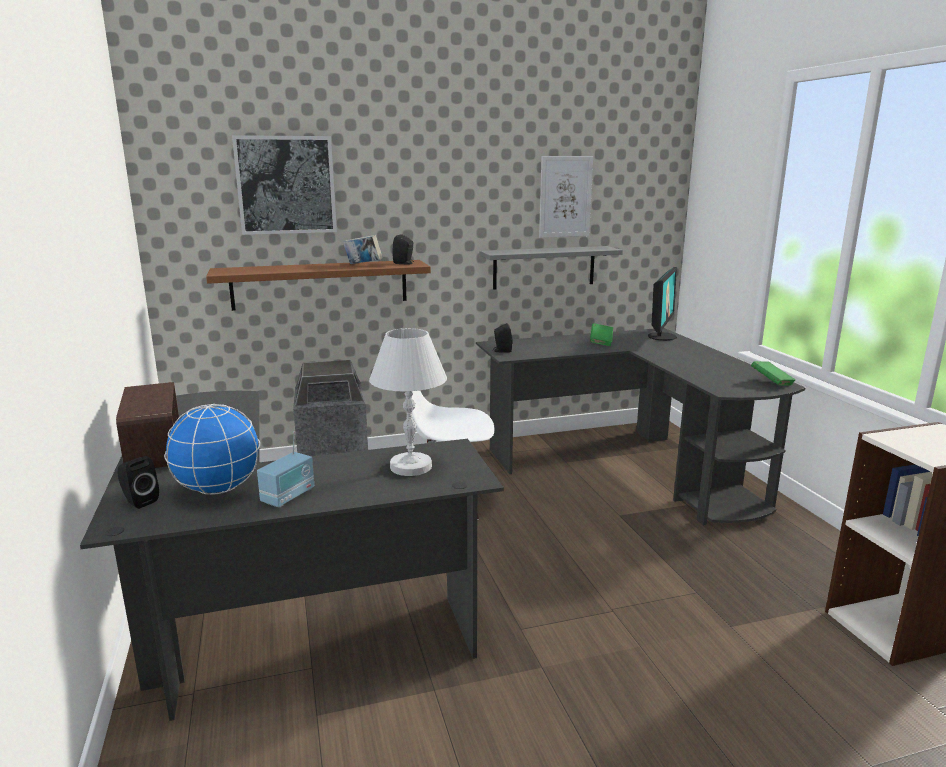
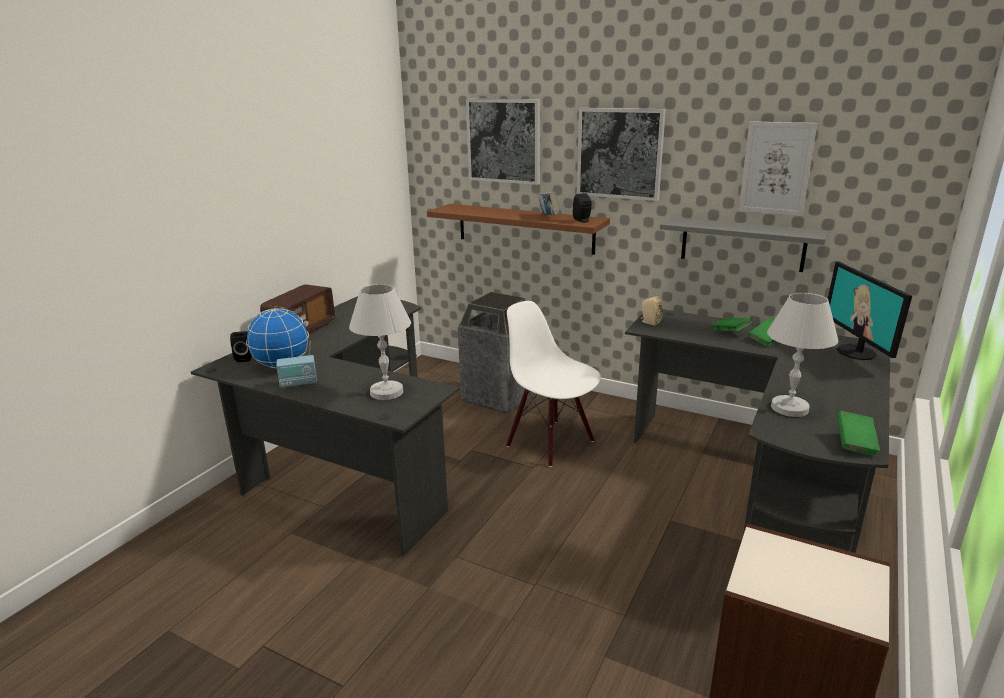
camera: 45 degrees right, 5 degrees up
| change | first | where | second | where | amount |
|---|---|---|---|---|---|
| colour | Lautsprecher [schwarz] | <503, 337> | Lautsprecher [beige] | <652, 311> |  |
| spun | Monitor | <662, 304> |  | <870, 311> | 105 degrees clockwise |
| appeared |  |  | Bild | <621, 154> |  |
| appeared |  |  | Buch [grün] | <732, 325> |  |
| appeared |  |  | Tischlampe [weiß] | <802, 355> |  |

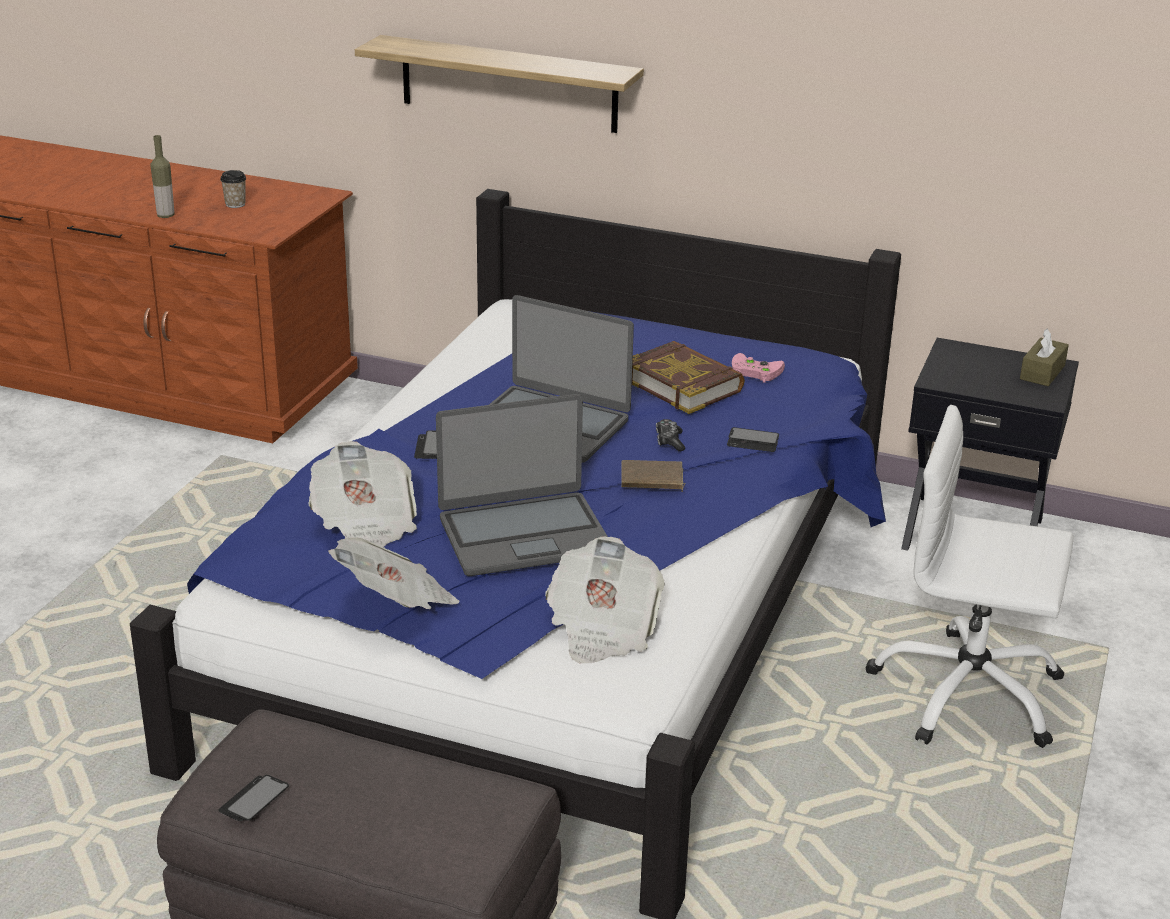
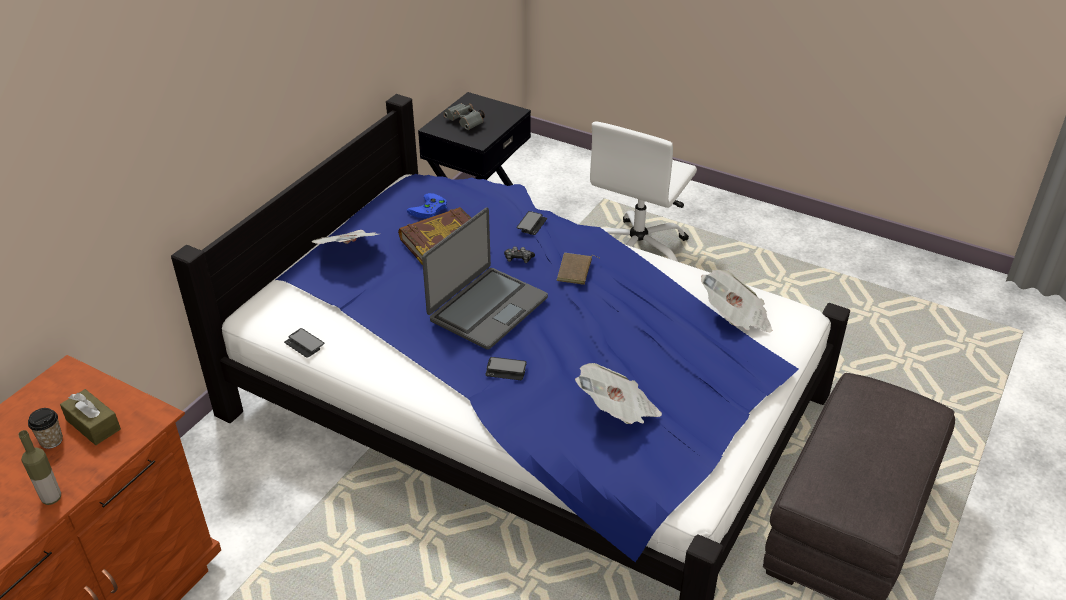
camera: 80 degrees left, 10 degrees up
| change | first | where | second | where | amount |
|---|---|---|---|---|---|
| relocated | Handy | <254, 798> |  | <304, 343> |  |
| relocated | Zeitung | <393, 573> |  | <344, 237> |  |
| missing | Wandregal | <499, 84> |  |  |  |
| missing | Laptop | <522, 485> |  |  |  |
| colour | Gamepad [rosa] | <758, 368> | Gamepad [blau] | <427, 206> |  |
| relocated | Taschentuchbox [braun] | <1044, 357> |  | <90, 417> |  |
| appeared |  |  | Fernglas [grau] | <464, 116> |  |

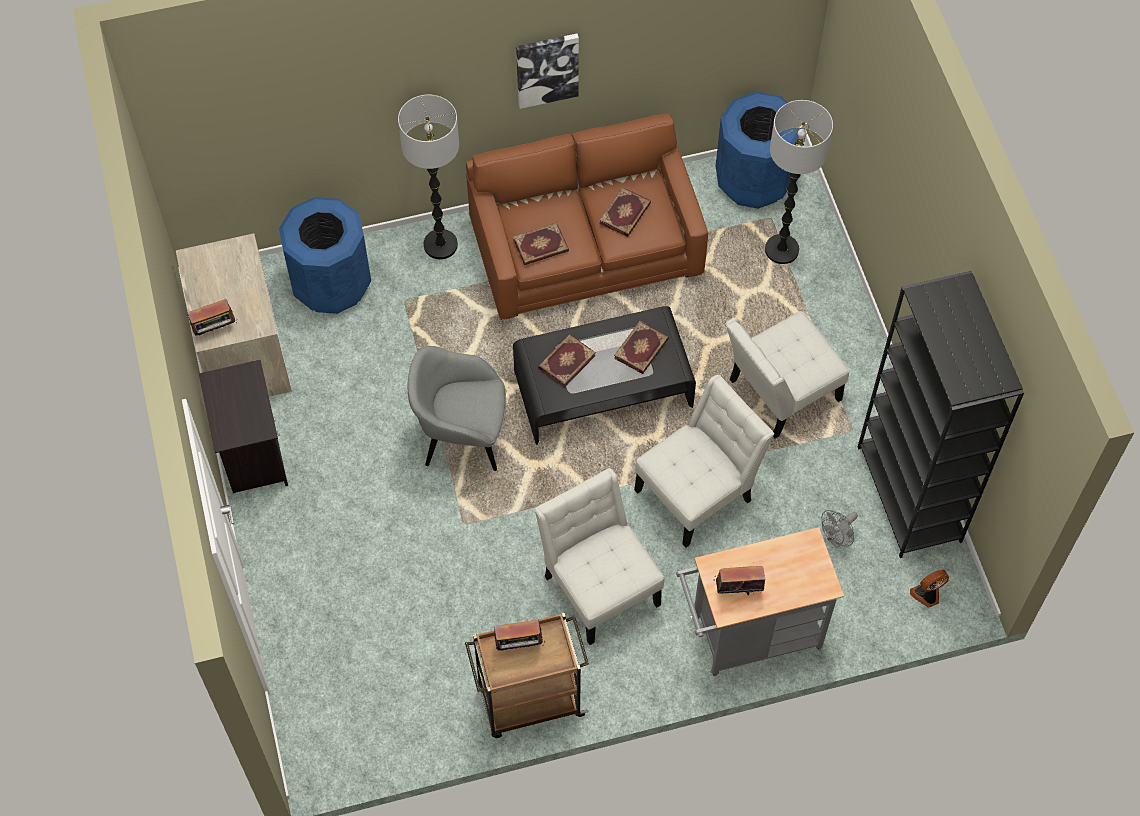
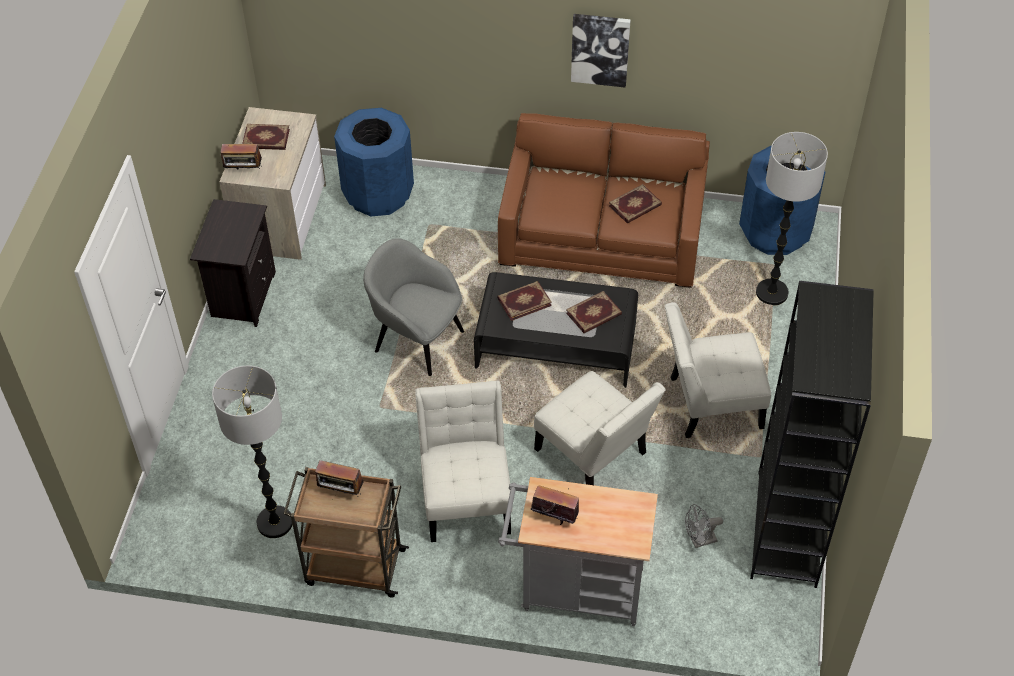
camera: 25 degrees right, 10 degrees down
| change | first | where | second | where | amount |
|---|---|---|---|---|---|
| relocated | Stehlampe | <428, 177> |  | <252, 452> |  |
| relocated | Buch | <541, 243> |  | <266, 137> |  |
| spun | Stuhl [weiß] | <704, 461> |  | <600, 428> | 60 degrees clockwise |
| missing | Ventilator | <929, 589> |  |  |  |

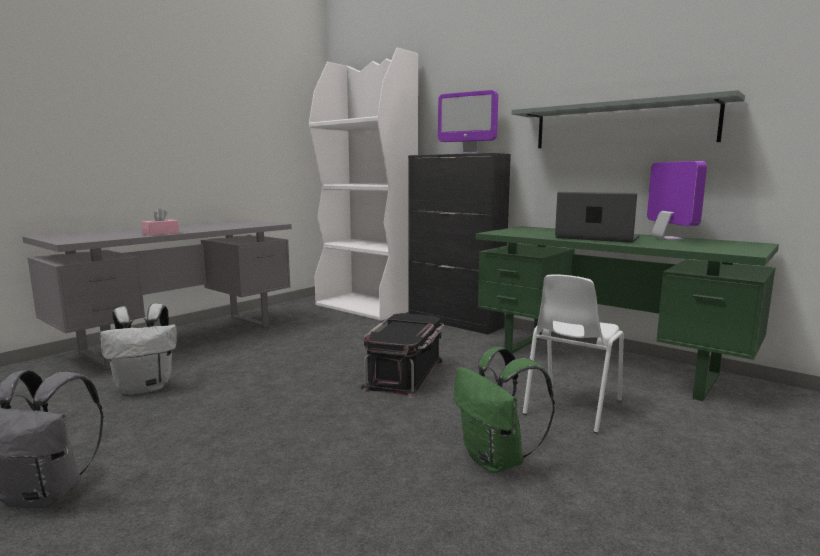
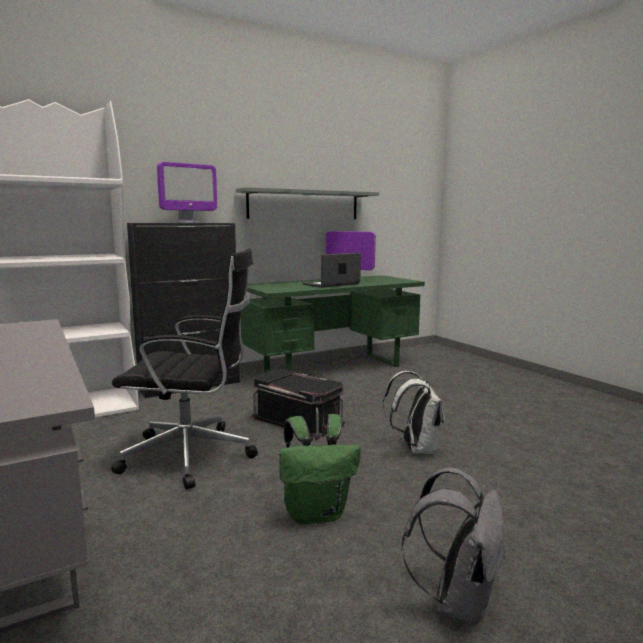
camera: 70 degrees left, 0 degrees up
| change | first | where | second | where | amount |
|---|---|---|---|---|---|
| relocated | Rucksack [weiß] | <138, 349> |  | <413, 412> |  |
| missing | Taschentuchbox [rosa] | <160, 222> |  |  |  |
| relocated | Rucksack [grün] | <504, 410> |  | <320, 469> |  |
| missing | Stuhl [weiß] | <573, 354> |  |  |  |
| appeared |  |  | Bürostuhl [schwarz] | <184, 369> |  |

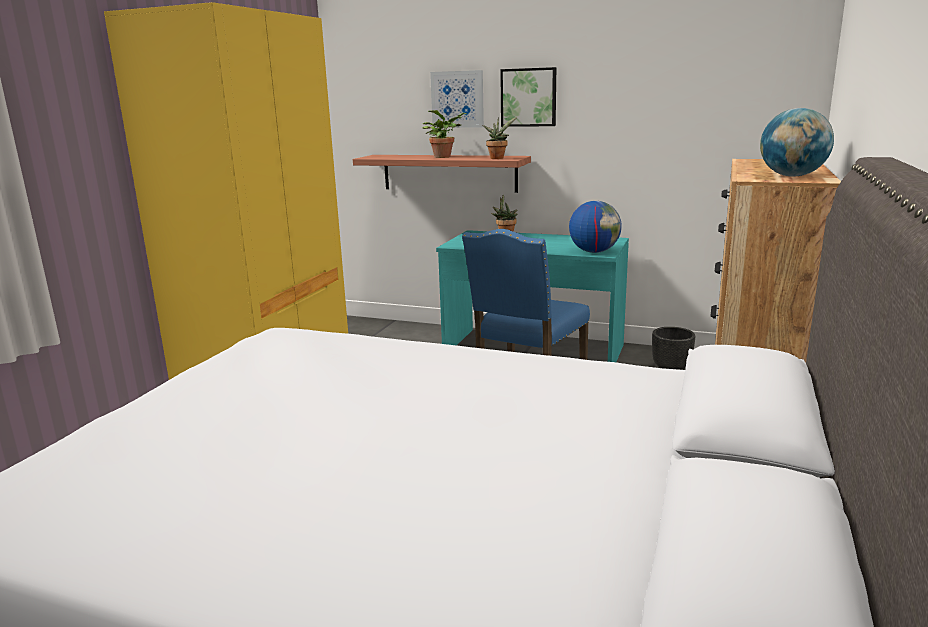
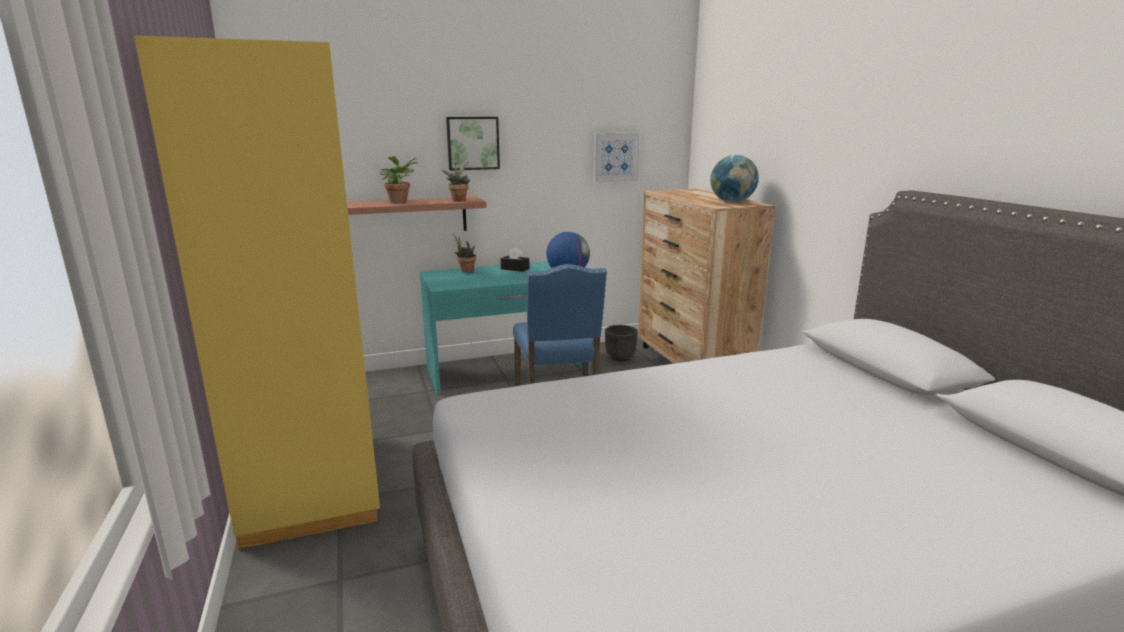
camera: 40 degrees left, 0 degrees up
| change | first | where | second | where | amount |
|---|---|---|---|---|---|
| relocated | Bild | <457, 99> |  | <617, 158> |  |
| appeared |  |  | Taschentuchbox [schwarz] | <515, 259> |  |

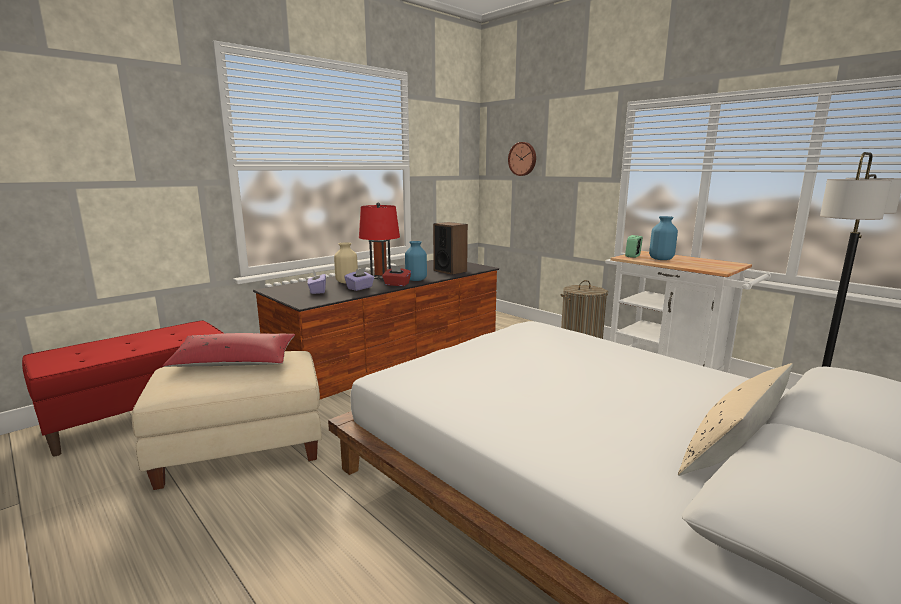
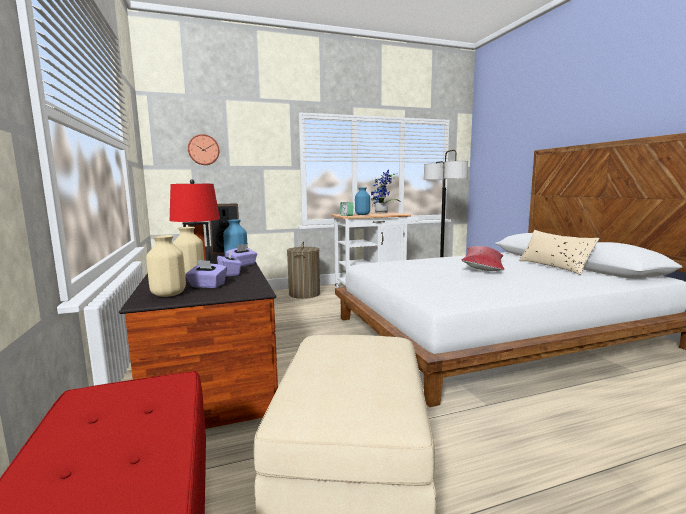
camera: 65 degrees left, 5 degrees down
| change | first | where | second | where | amount |
|---|---|---|---|---|---|
| relocated | Kissen [rot] | <229, 350> |  | <483, 258> |  |
| colour | Taschentuchbox [rot] | <396, 275> | Taschentuchbox [lila] | <241, 255> |  |
| appeared |  |  | Vase [beige] | <166, 266> |  |
| appeared |  |  | Topfpflanze | <386, 191> |  |

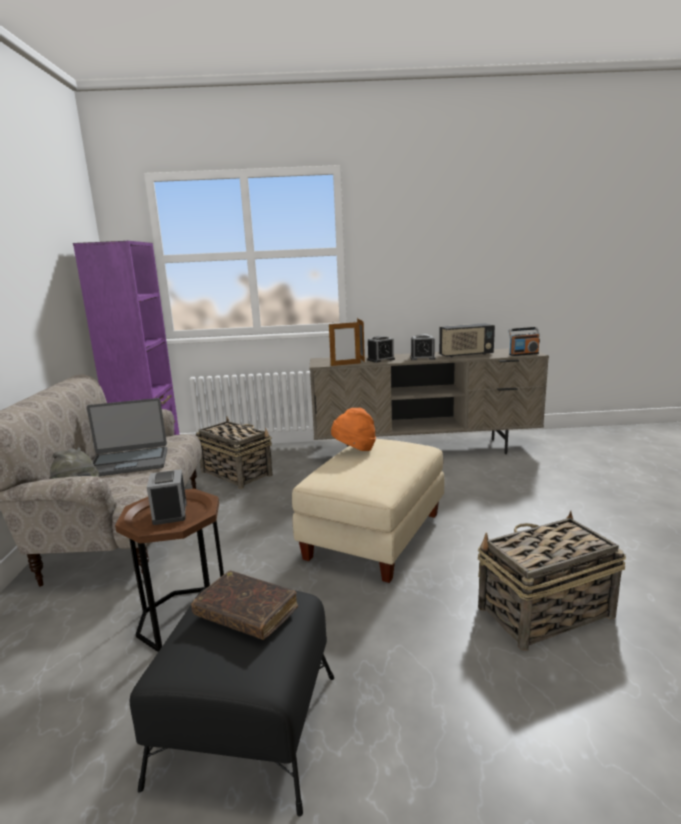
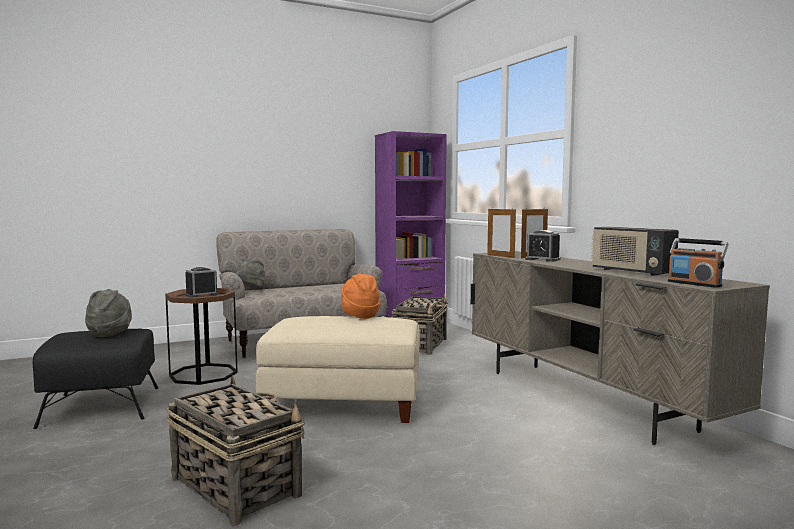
camera: 65 degrees right, 10 degrees down
| change | first | where | second | where | amount |
|---|---|---|---|---|---|
| missing | Laptop | <127, 437> |  |  |  |
| exchanged | Buch [braun] | <244, 605> | Hut [grau] | <108, 313> |  |
| missing | Wecker | <422, 347> |  |  |  |

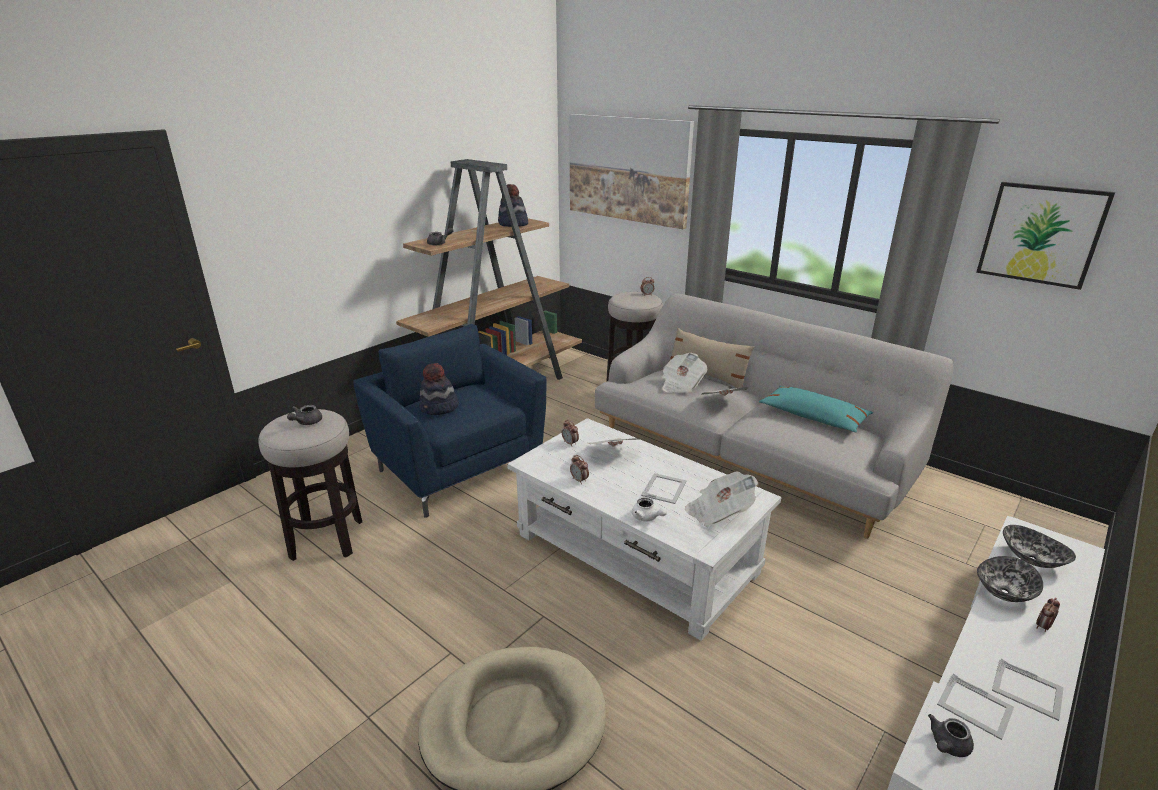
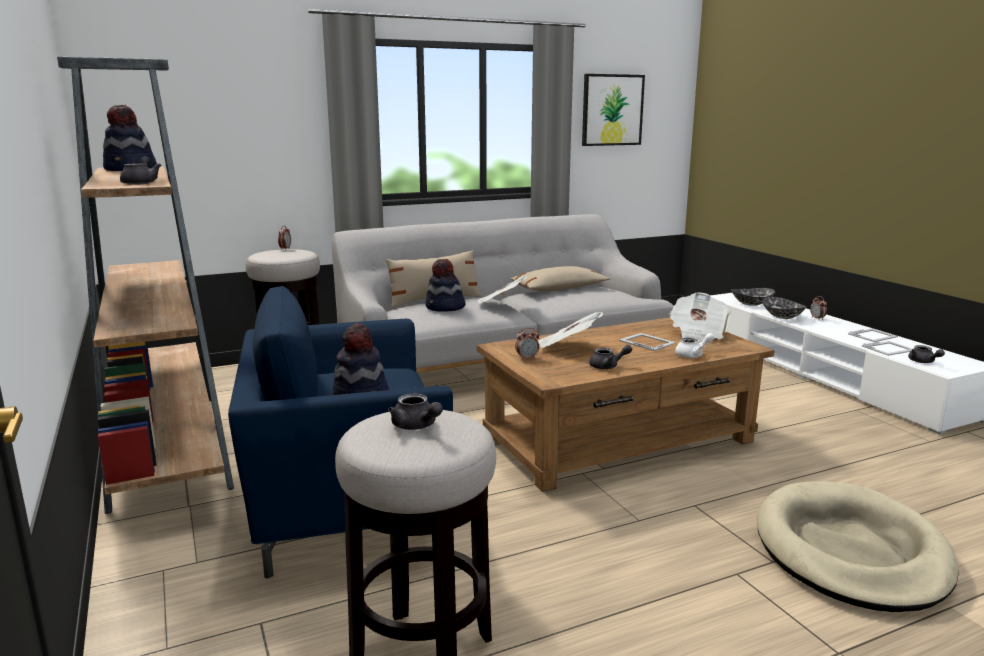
camera: 65 degrees left, 10 degrees down
| change | first | where | second | where | amount |
|---|---|---|---|---|---|
| colour | Couchtisch [weiß] | <644, 529> | Couchtisch [braun] | <625, 404> |  |
| missing | Bild | <631, 171> |  |  |  |
| exchanged | Wecker | <579, 469> | Teekanne [grau] | <610, 357> |  |
| exchanged | Zeitung | <685, 373> | Hut | <445, 285> |  |
| colour | Kissen [türkis] | <816, 409> | Kissen [beige] | <560, 278> |  |

